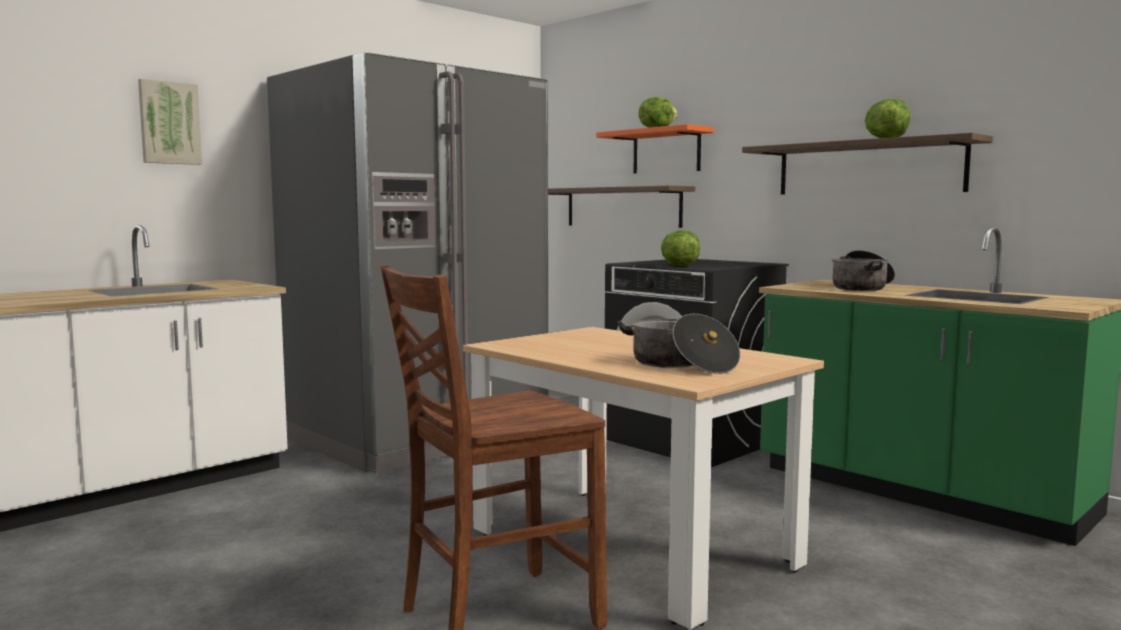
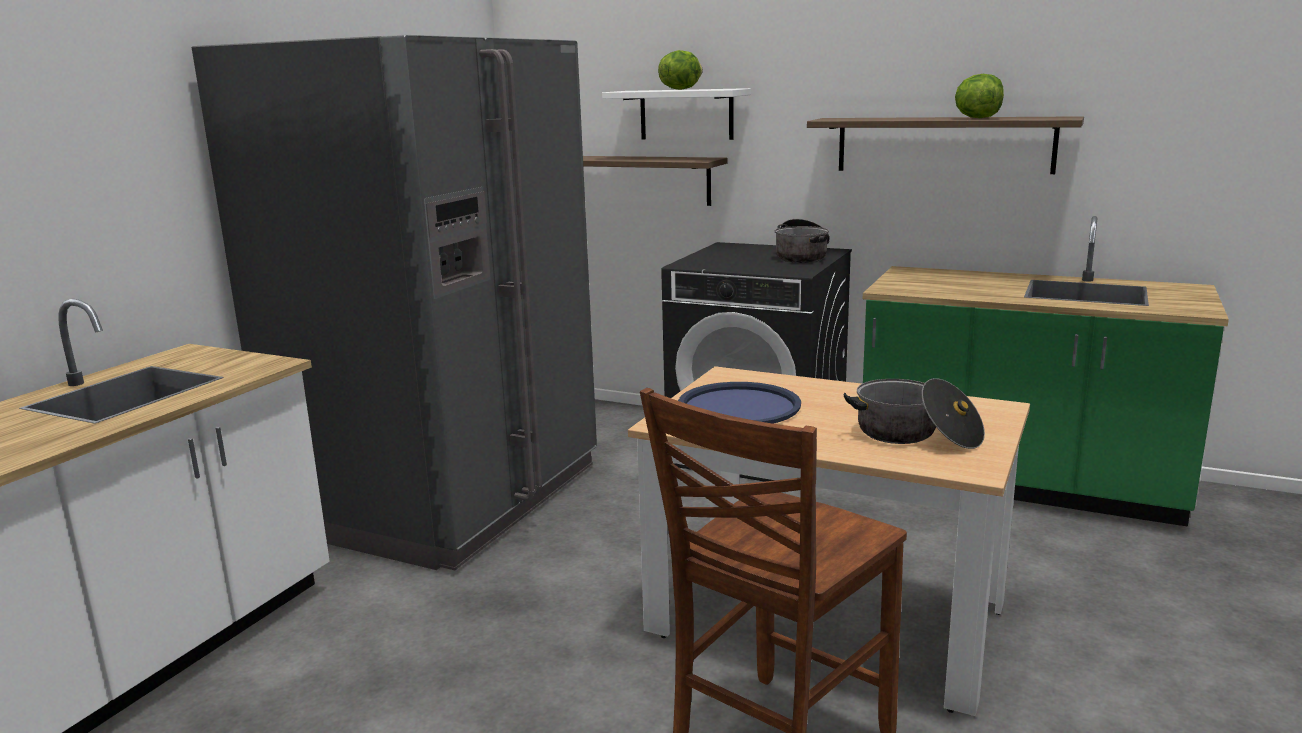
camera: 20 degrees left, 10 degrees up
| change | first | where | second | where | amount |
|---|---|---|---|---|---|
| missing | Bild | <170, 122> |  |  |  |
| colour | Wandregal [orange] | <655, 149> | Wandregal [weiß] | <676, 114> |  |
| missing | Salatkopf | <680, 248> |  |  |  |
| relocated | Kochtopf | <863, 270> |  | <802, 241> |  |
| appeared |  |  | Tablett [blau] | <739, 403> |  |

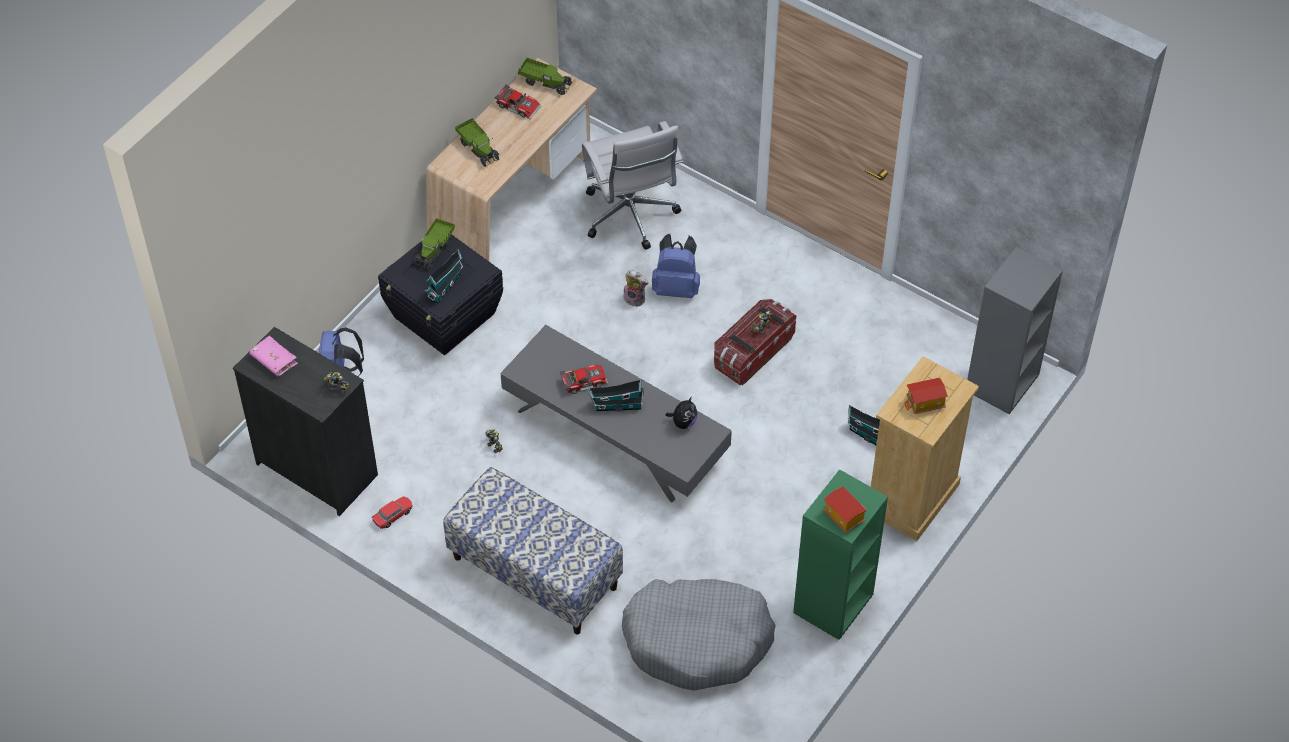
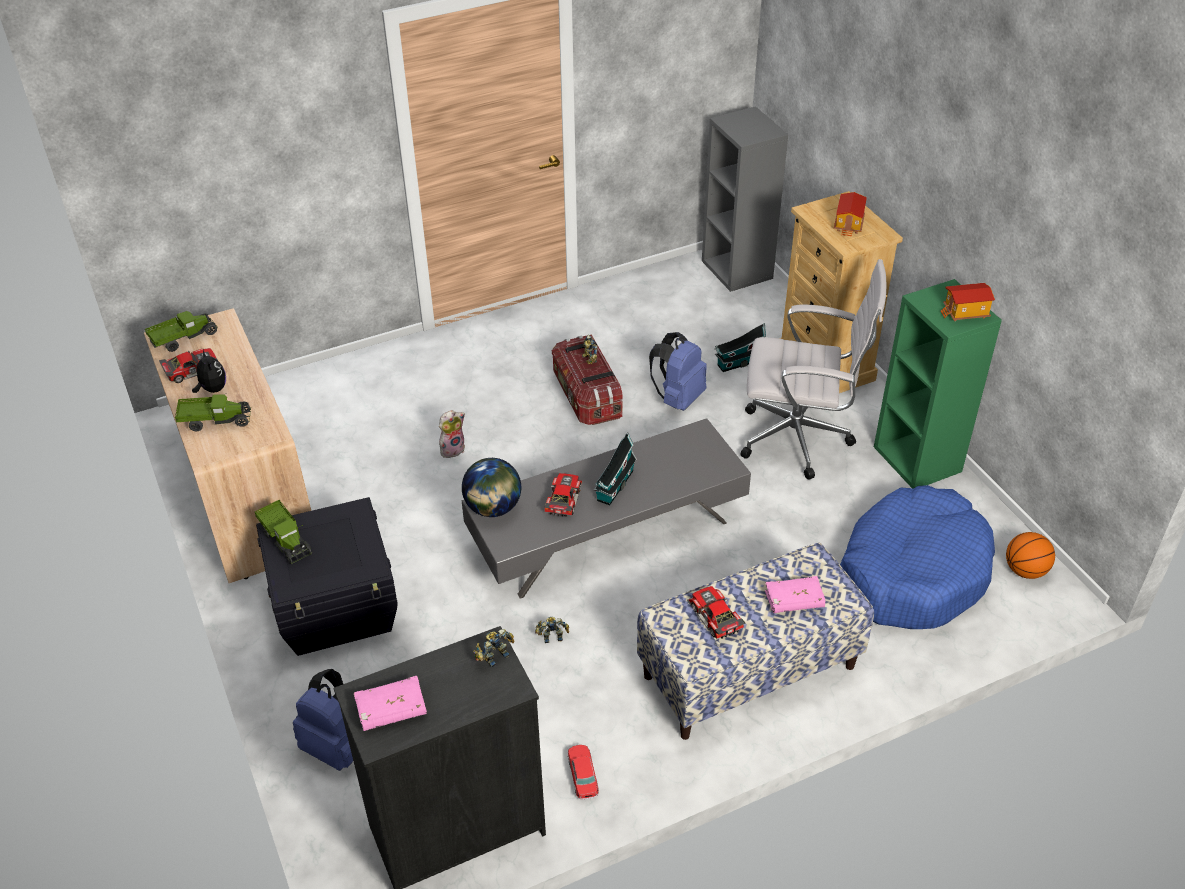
camera: 60 degrees left, 10 degrees down
| change | first | where | second | where | amount |
|---|---|---|---|---|---|
| missing | Spielzeughaus | <444, 276> |  |  |  |
| relocated | Bürostuhl [weiß] | <632, 185> |  | <813, 369> |  |
| colour | Hundebett [grau] | <699, 635> | Hundebett [blau] | <917, 557> |  |
| relocated | Rucksack [blau] | <676, 266> |  | <678, 371> |  |
| relocated | Plüschtier | <681, 413> |  | <209, 371> |  |
| appeared |  |  | Globus | <491, 487> |  |
| appeared |  |  | Spielzeugauto | <716, 612> |  |
| appeared |  |  | Buch [rosa] | <795, 594> |  |
| appeared |  |  | Basketball | <1030, 555> |  |

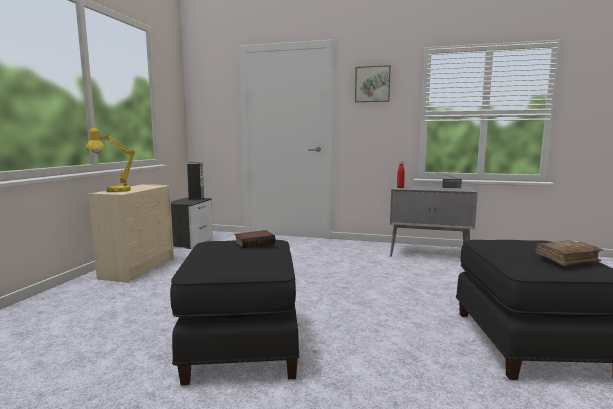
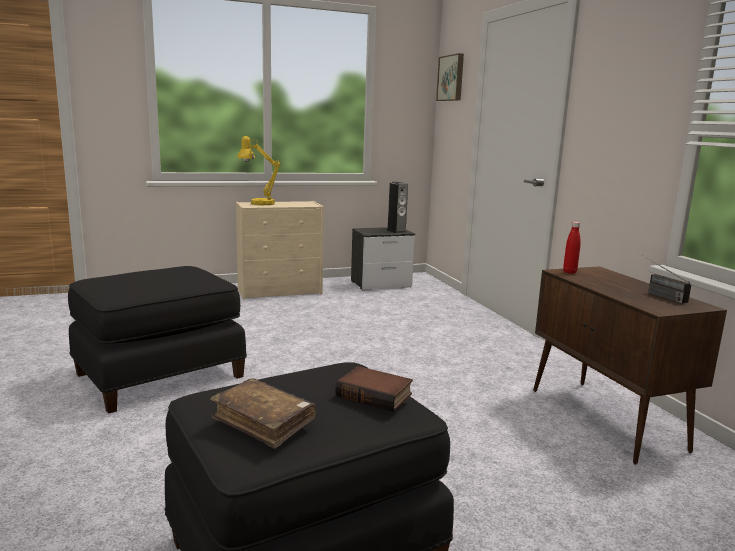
camera: 55 degrees right, 5 degrees up
| change | first | where | second | where | amount |
|---|---|---|---|---|---|
| relocated | Buch | <254, 239> |  | <374, 389> |  |
| relocated | Bild | <373, 83> |  | <450, 77> |  |
| colour | Schrank [grau] | <434, 221> | Schrank [braun] | <630, 365> |  |

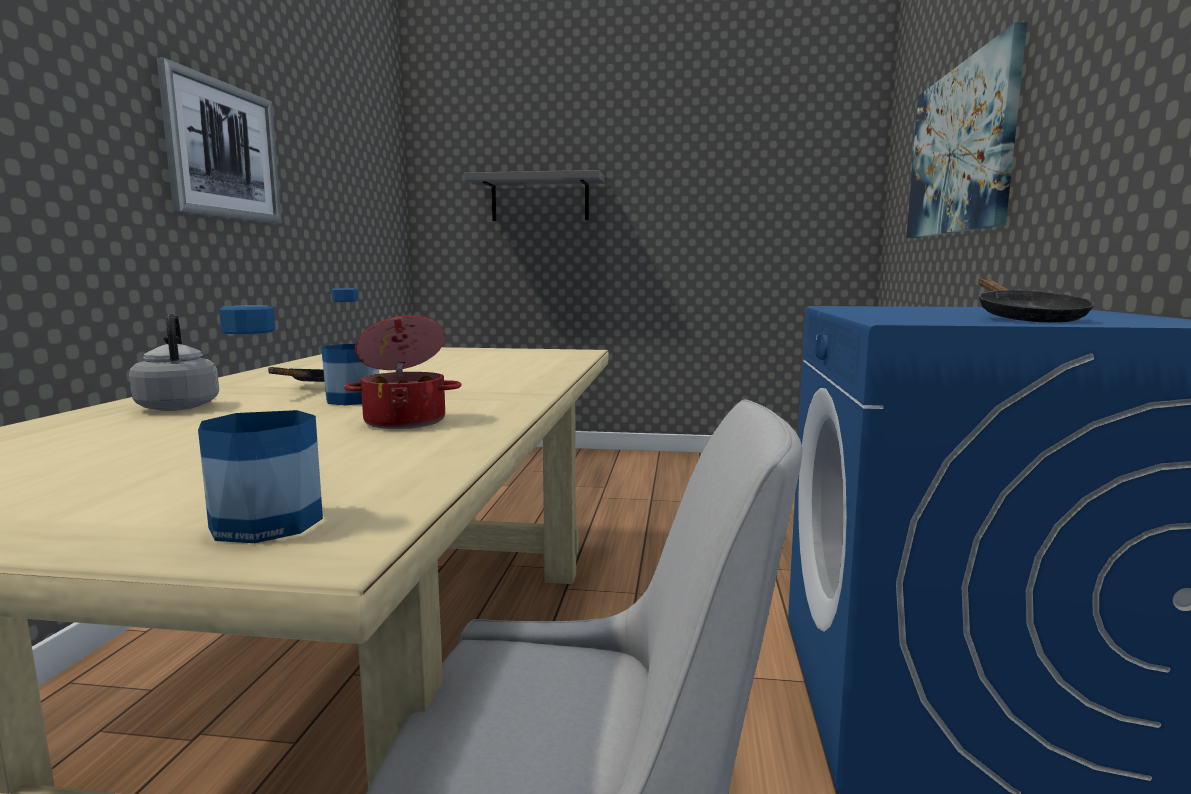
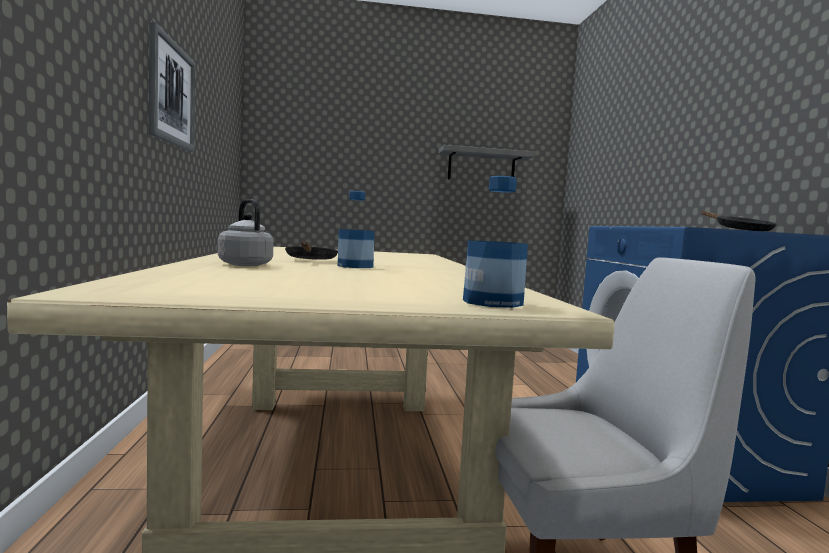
camera: 15 degrees left, 5 degrees down
| change | first | where | second | where | amount |
|---|---|---|---|---|---|
| missing | Kochtopf | <403, 372> |  |  |  |
| relocated | Wandregal [grau] | <534, 195> |  | <486, 162> |  |
| missing | Bild | <966, 130> |  |  |  |

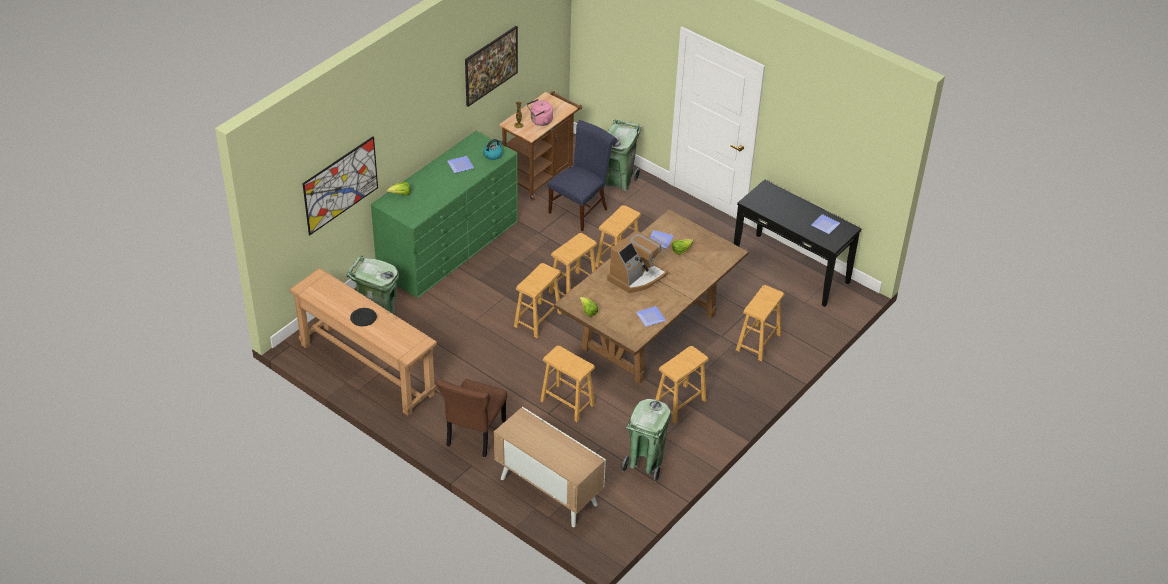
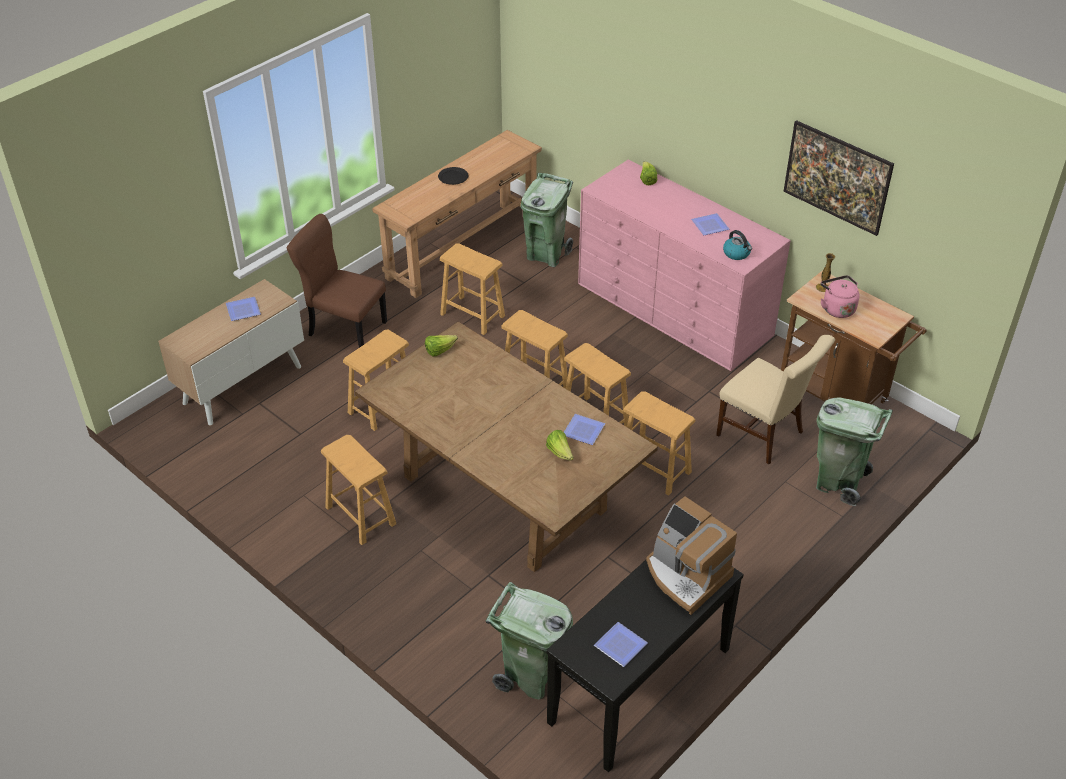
camera: 95 degrees right, 0 degrees up
| change | first | where | second | where | amount |
|---|---|---|---|---|---|
| missing | Bild | <340, 185> |  |  |  |
| colour | Kommode [grün] | <444, 214> | Kommode [rosa] | <684, 265> |  |
| colour | Stuhl [blau] | <582, 175> | Stuhl [beige] | <775, 399> |  |
| relocated | Kaffeemaschine | <637, 261> |  | <691, 555> |  |
| relocated | Mülleimer [grün] | <646, 440> |  | <529, 641> |  |
| relocated | Teller | <651, 316> |  | <243, 309> |  |
| relocated | Hocker [braun] | <760, 323> |  | <472, 289> |  |

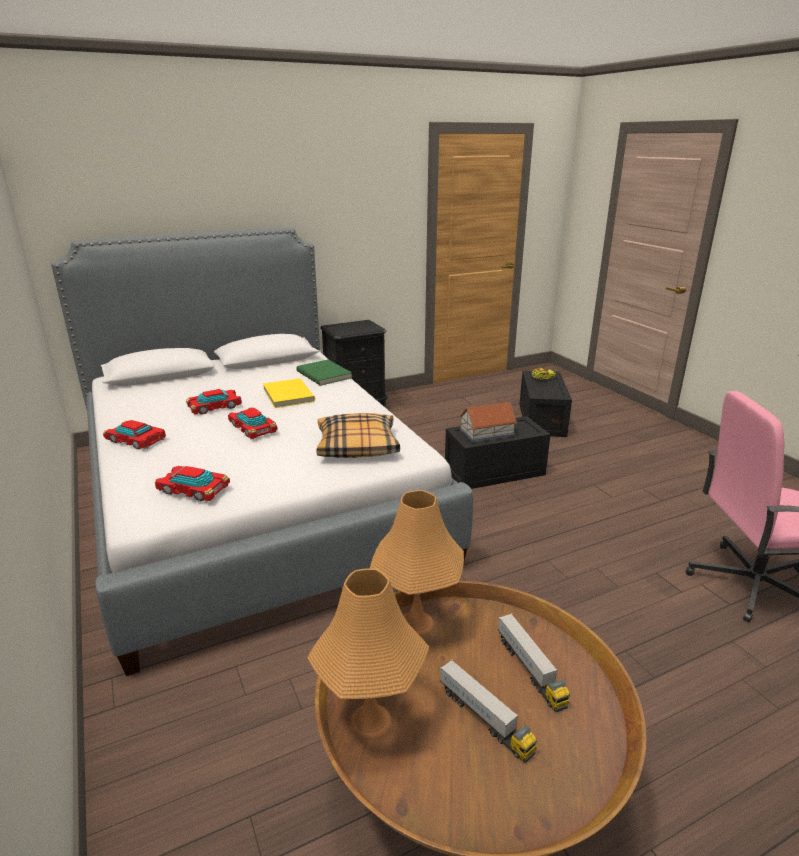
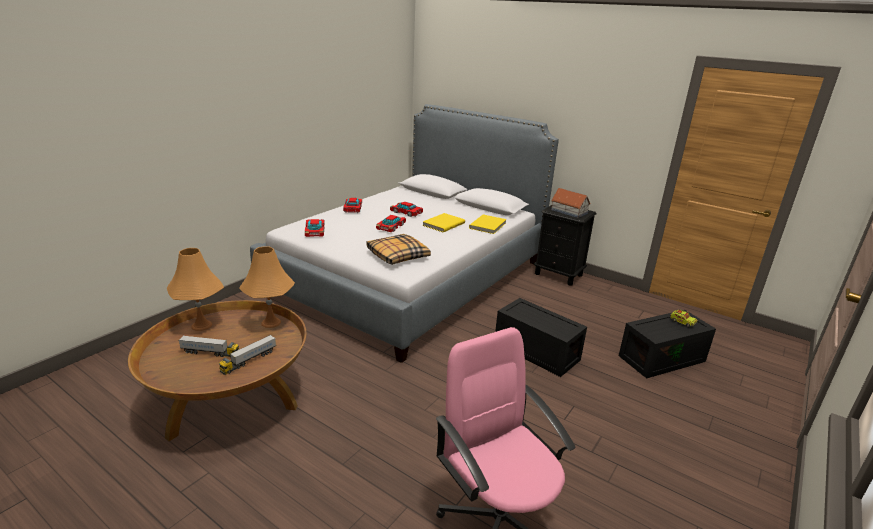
camera: 60 degrees right, 0 degrees up
| change | first | where | second | where | amount |
|---|---|---|---|---|---|
| colour | Buch [grün] | <324, 373> | Buch [gelb] | <488, 224> |  |
| spun | Spielzeuglaster | <488, 711> |  | <208, 346> | 105 degrees counterclockwise |
| relocated | Spielzeughaus | <488, 422> |  | <571, 203> |  |

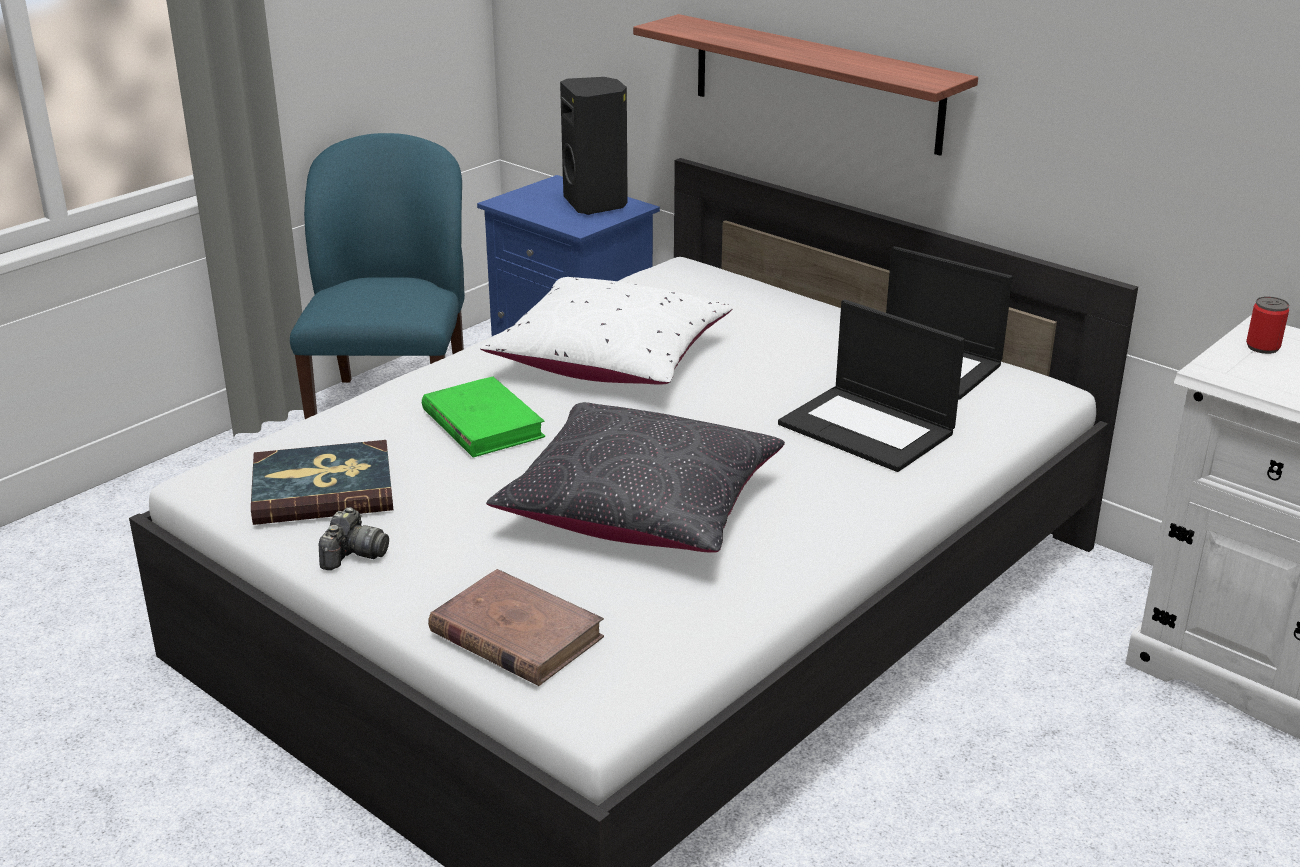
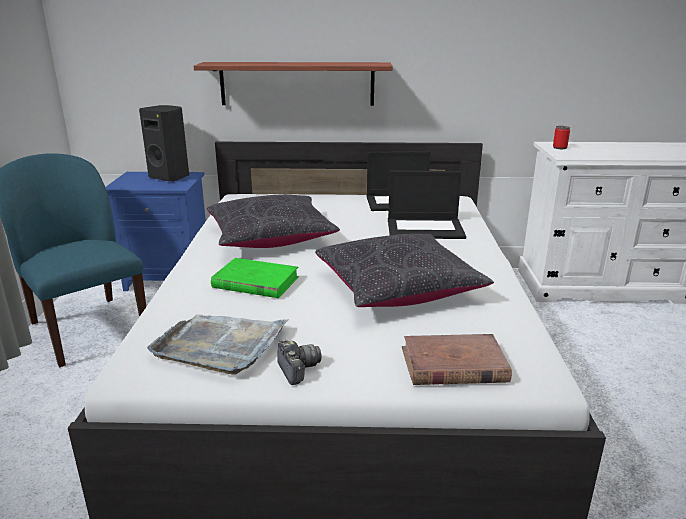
camera: 40 degrees left, 5 degrees down
| change | first | where | second | where | amount |
|---|---|---|---|---|---|
| exchanged | Buch | <322, 482> | Tablett [grau] | <218, 344> |  |
| colour | Kissen [weiß] | <606, 331> | Kissen [schwarz] | <273, 221> |  |

